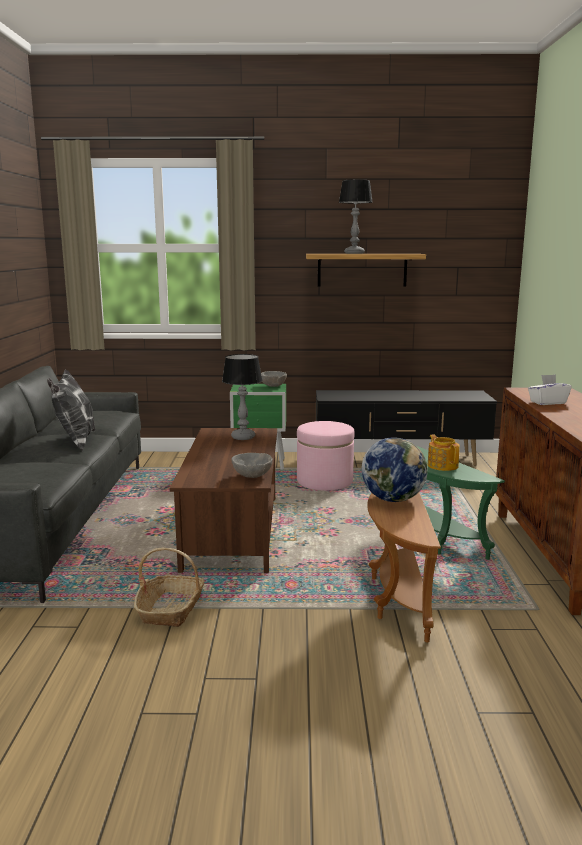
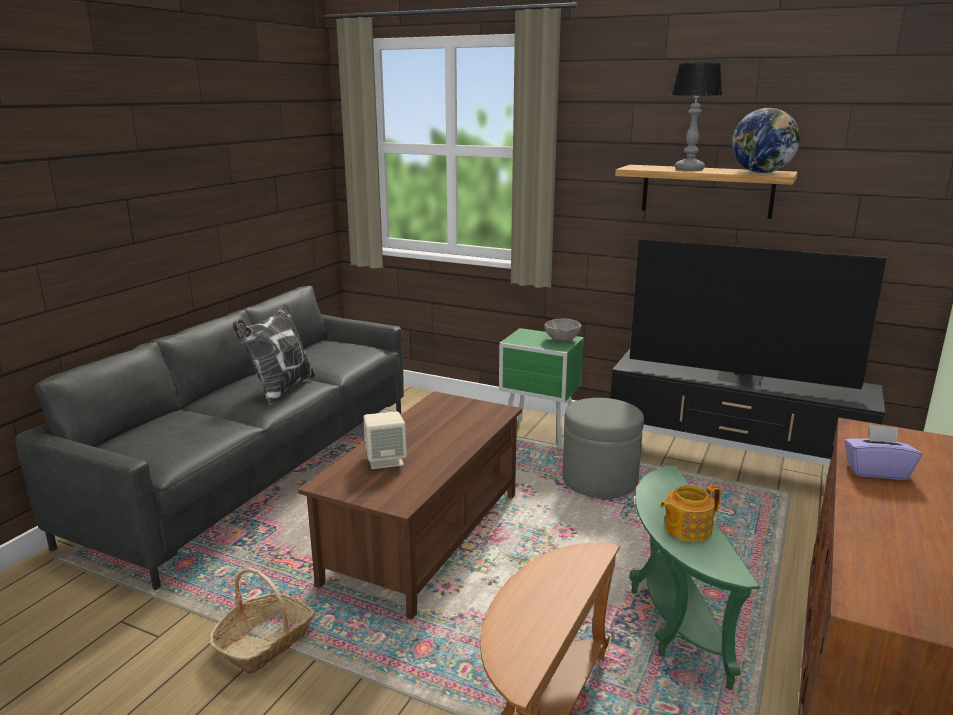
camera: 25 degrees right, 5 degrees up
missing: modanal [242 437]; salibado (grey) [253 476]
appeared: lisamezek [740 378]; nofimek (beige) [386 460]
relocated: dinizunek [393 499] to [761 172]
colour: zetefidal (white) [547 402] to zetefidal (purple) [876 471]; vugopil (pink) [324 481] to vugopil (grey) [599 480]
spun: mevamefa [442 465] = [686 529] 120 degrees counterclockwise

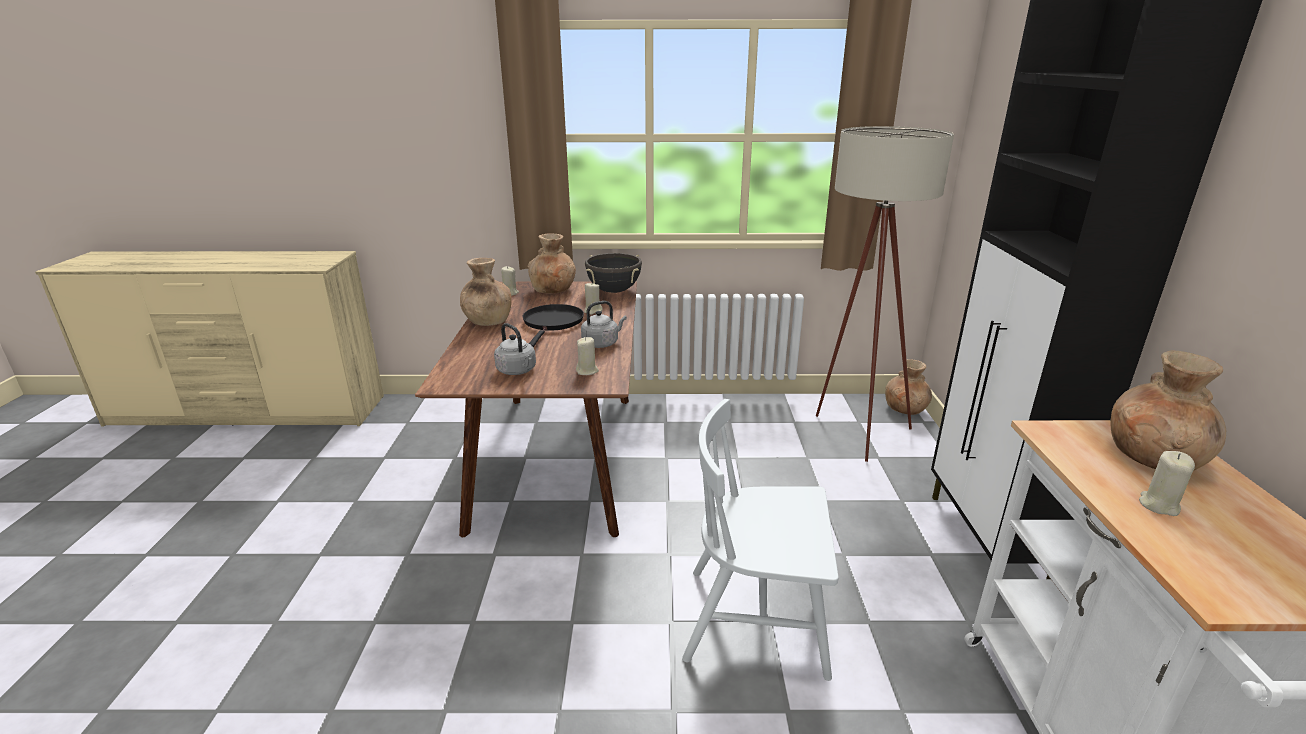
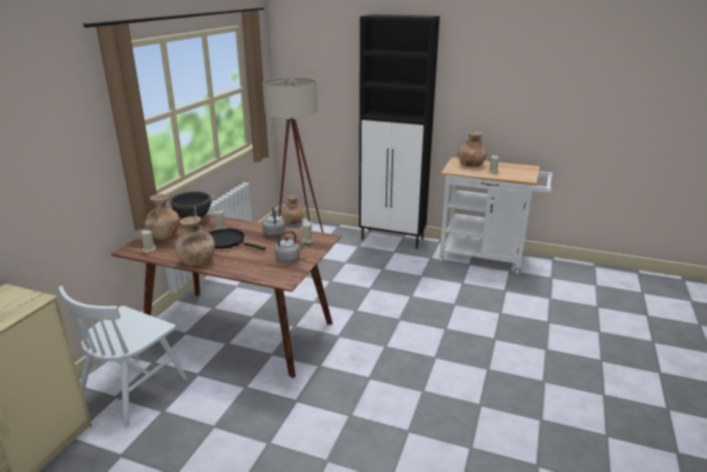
camera: 70 degrees left, 0 degrees up
relocated: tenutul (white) [757 620] to [133 389]

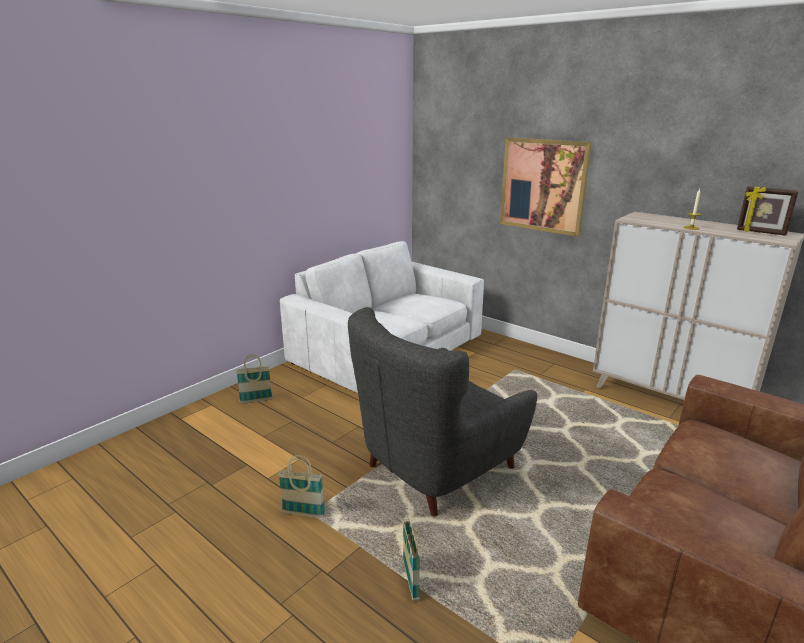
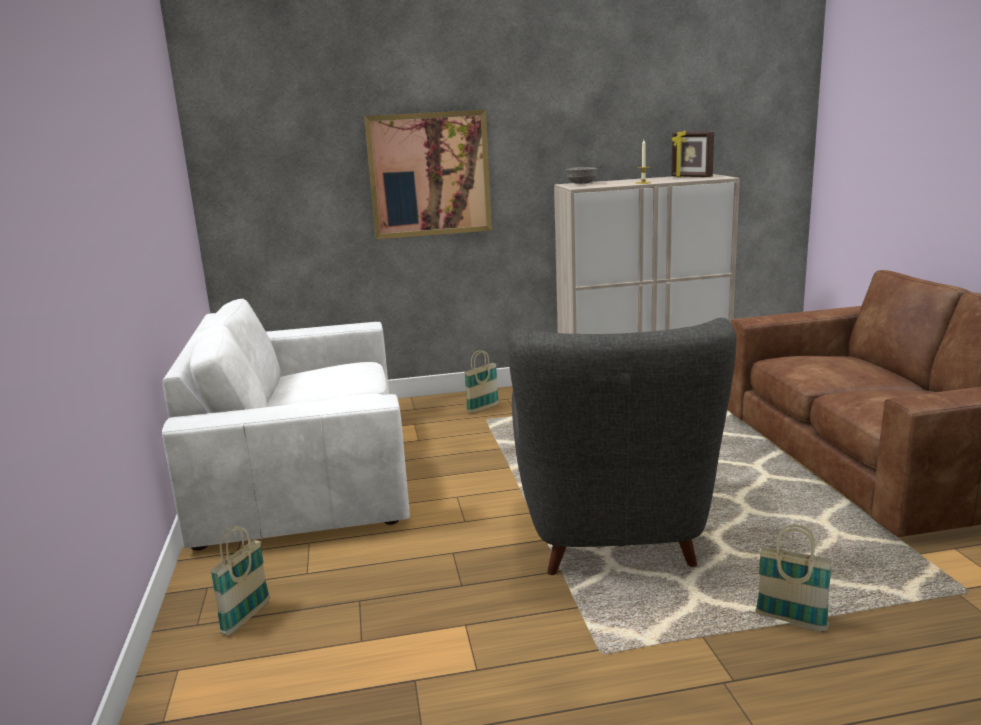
camera: 50 degrees left, 5 degrees down
appeared: salibado (grey) [581 183]
relocated: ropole [303 514] to [483 408]
spun: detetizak [761 232] = [691 177] 60 degrees clockwise

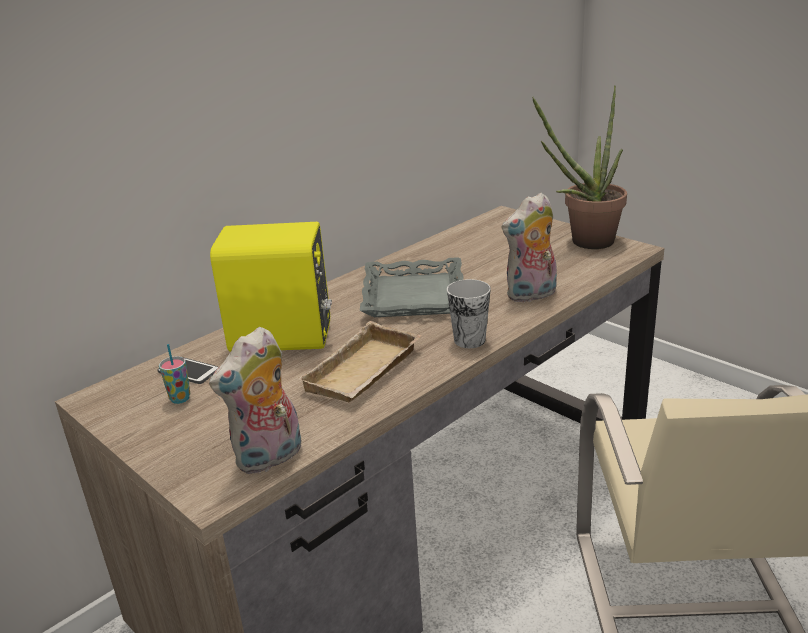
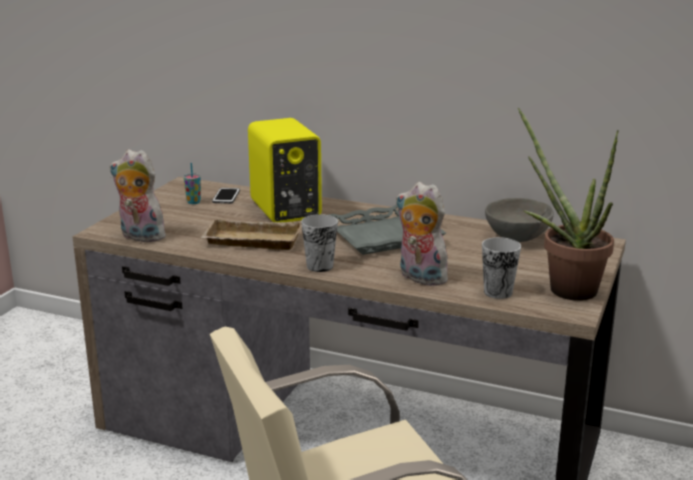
camera: 65 degrees right, 5 degrees down
appeared: salibado (grey) [518 237]; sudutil [498 292]

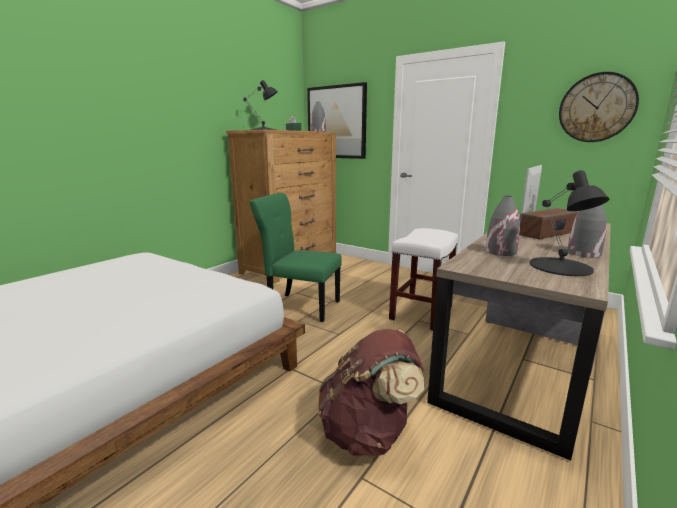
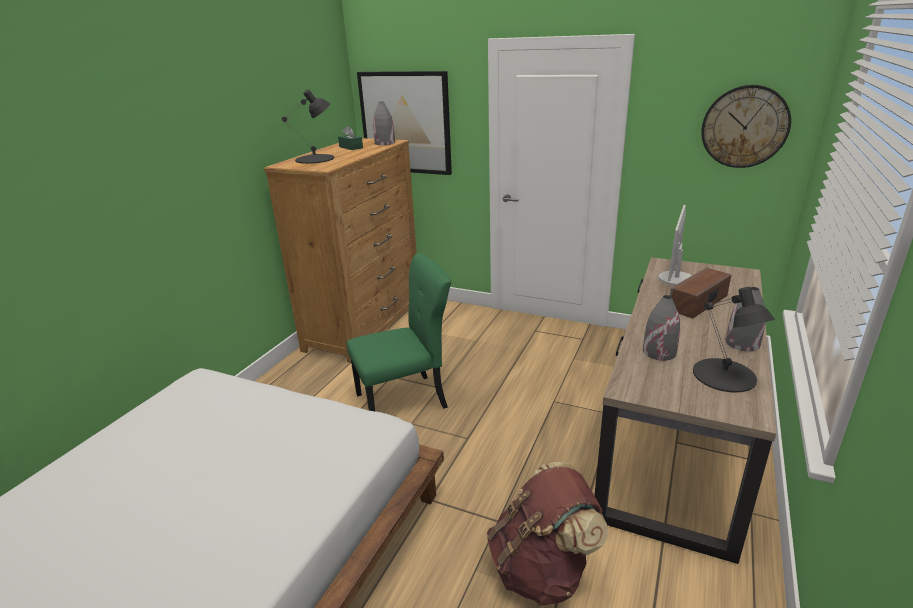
camera: 10 degrees left, 10 degrees up
missing: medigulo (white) [421 312]
spun: tenutul (green) [300 306] = [405 400] 150 degrees clockwise

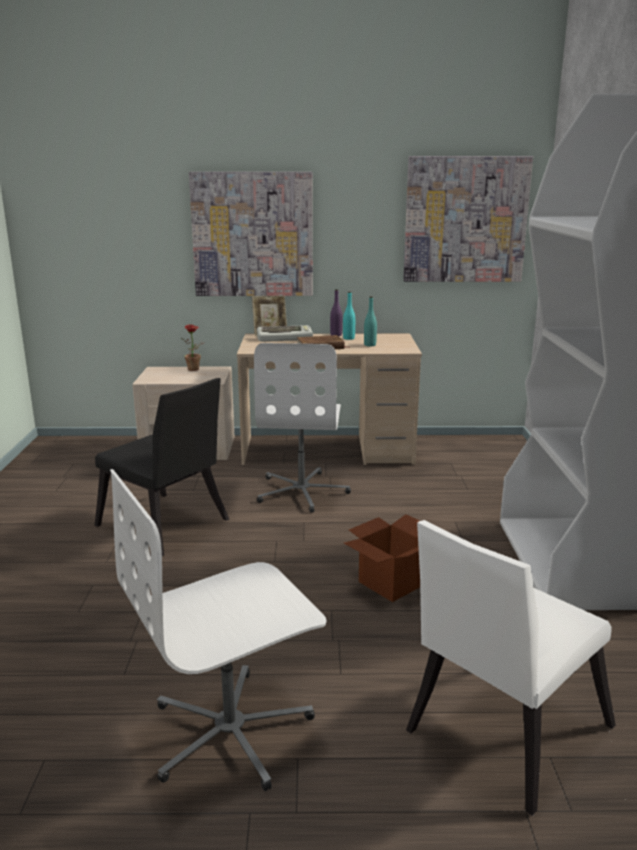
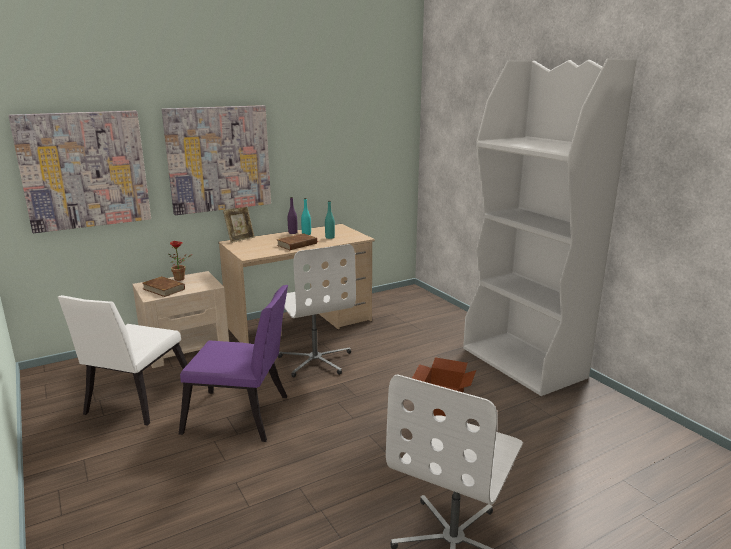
camera: 30 degrees left, 0 degrees up
missing: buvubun [285 338]
appeared: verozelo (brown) [163 289]
relocated: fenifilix [465 220] to [84 170]; tenutul (white) [500 733] to [136 401]
colour: tenutul (black) [166 527] to tenutul (purple) [242 417]

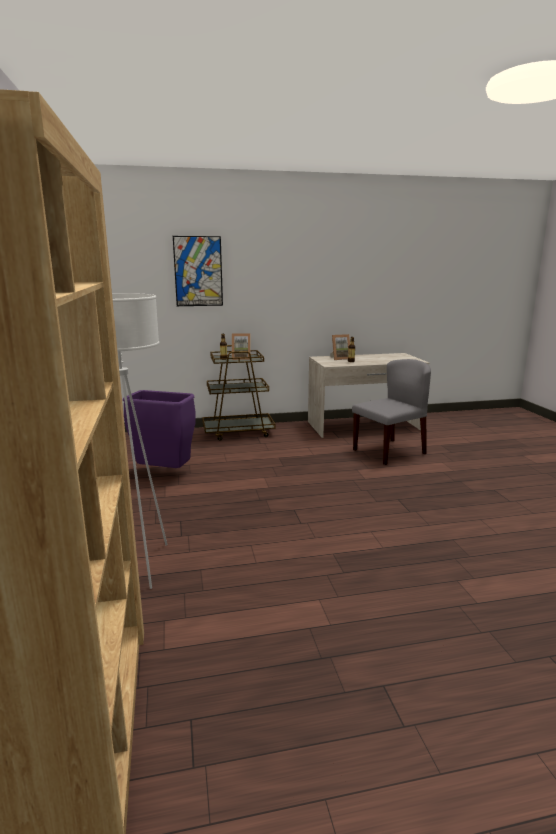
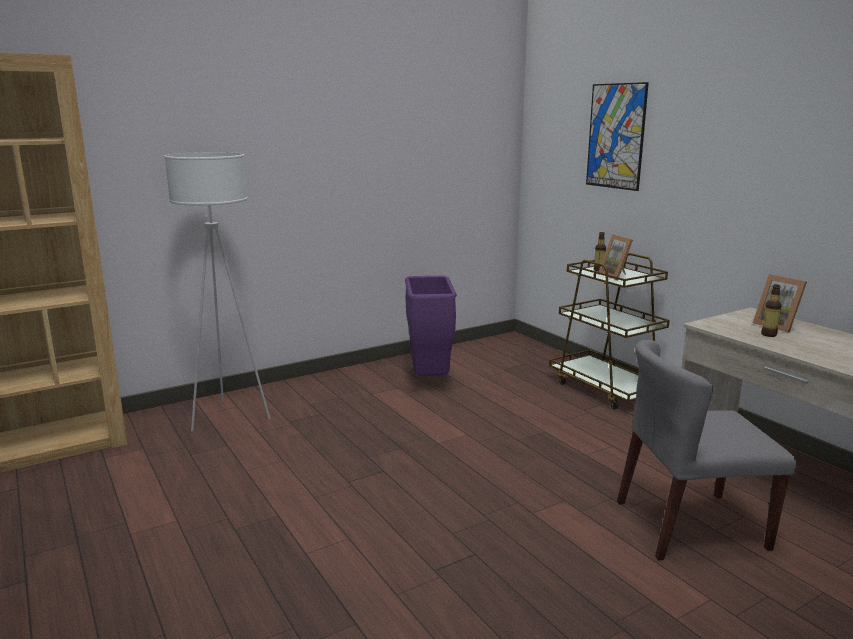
camera: 70 degrees right, 0 degrees up
spun: tenutul (grey) [389 451] = [689 525] 135 degrees clockwise

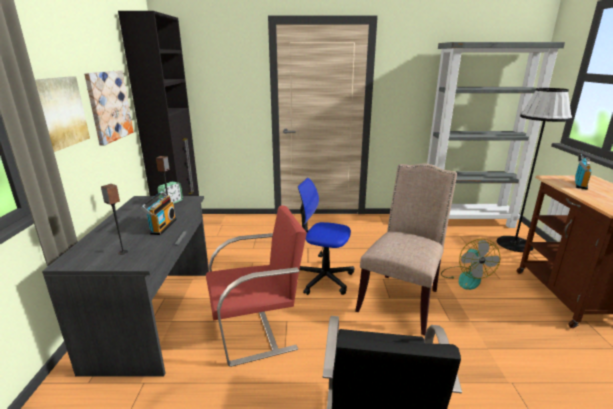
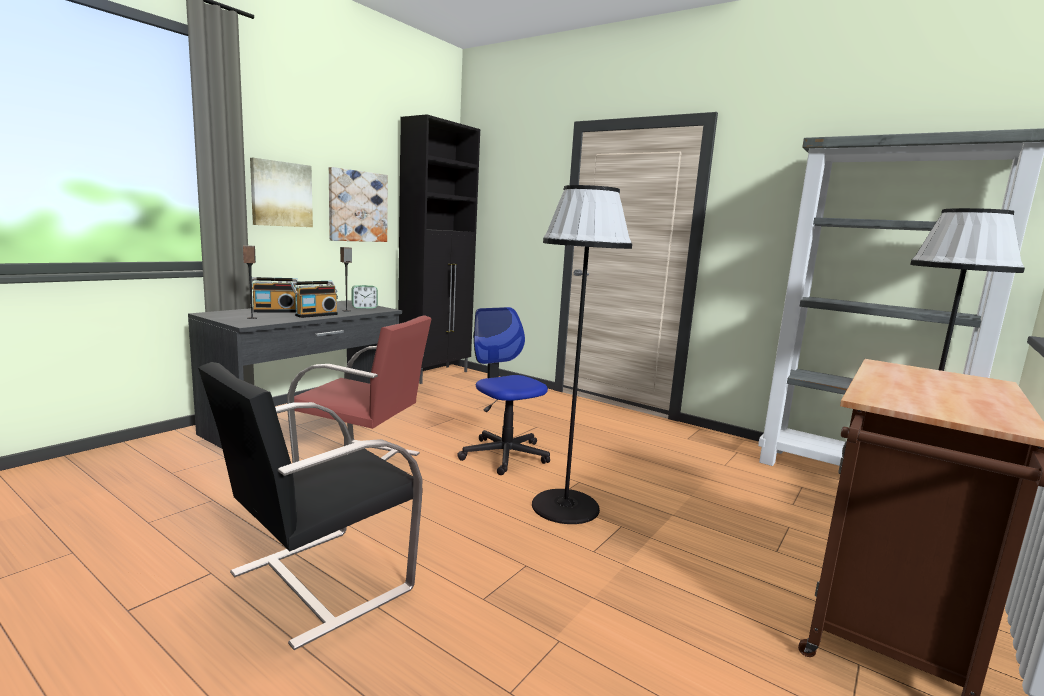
camera: 35 degrees right, 10 degrees down
missing: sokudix [465 277]
relocated: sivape [579 184] to [275 311]
exchanged: tenutul (beige) [401 299] to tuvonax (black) [566 506]

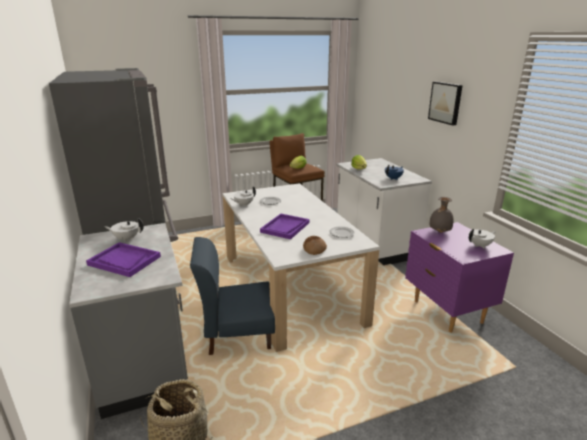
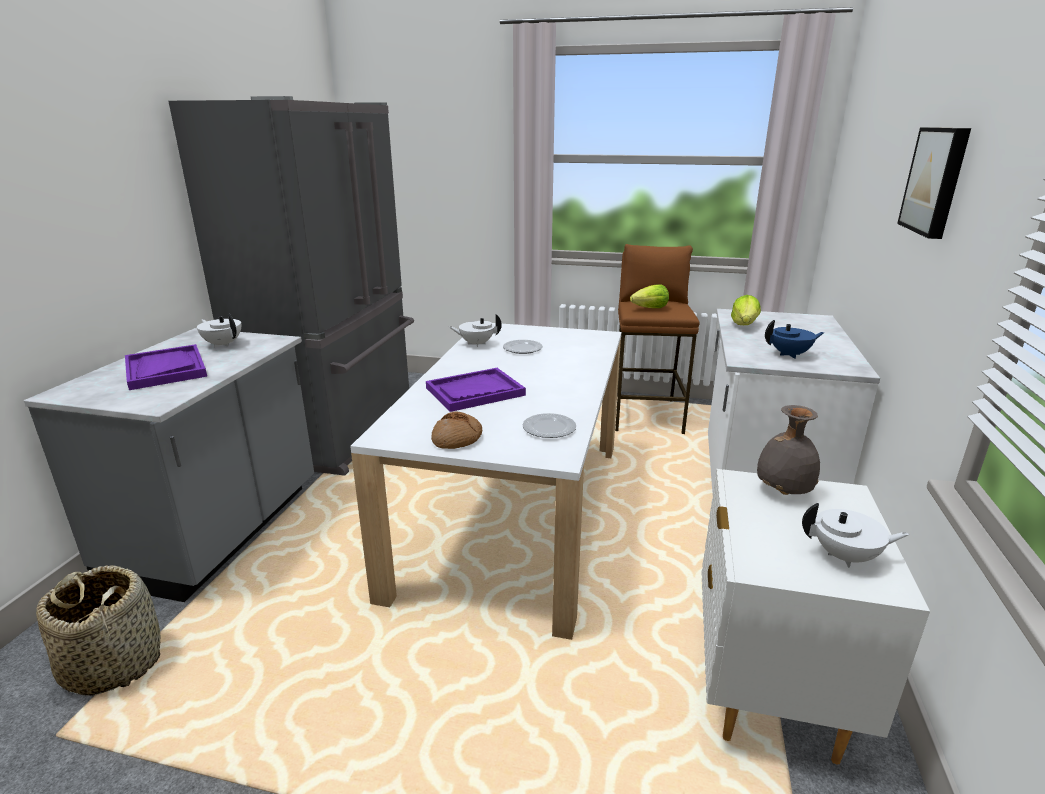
camera: 35 degrees right, 0 degrees up
missing: tenutul (blue) [238 334]
colour: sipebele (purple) [447 312] to sipebele (white) [768 691]

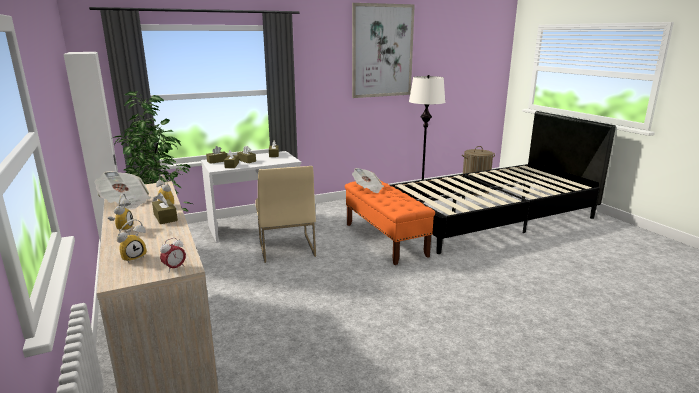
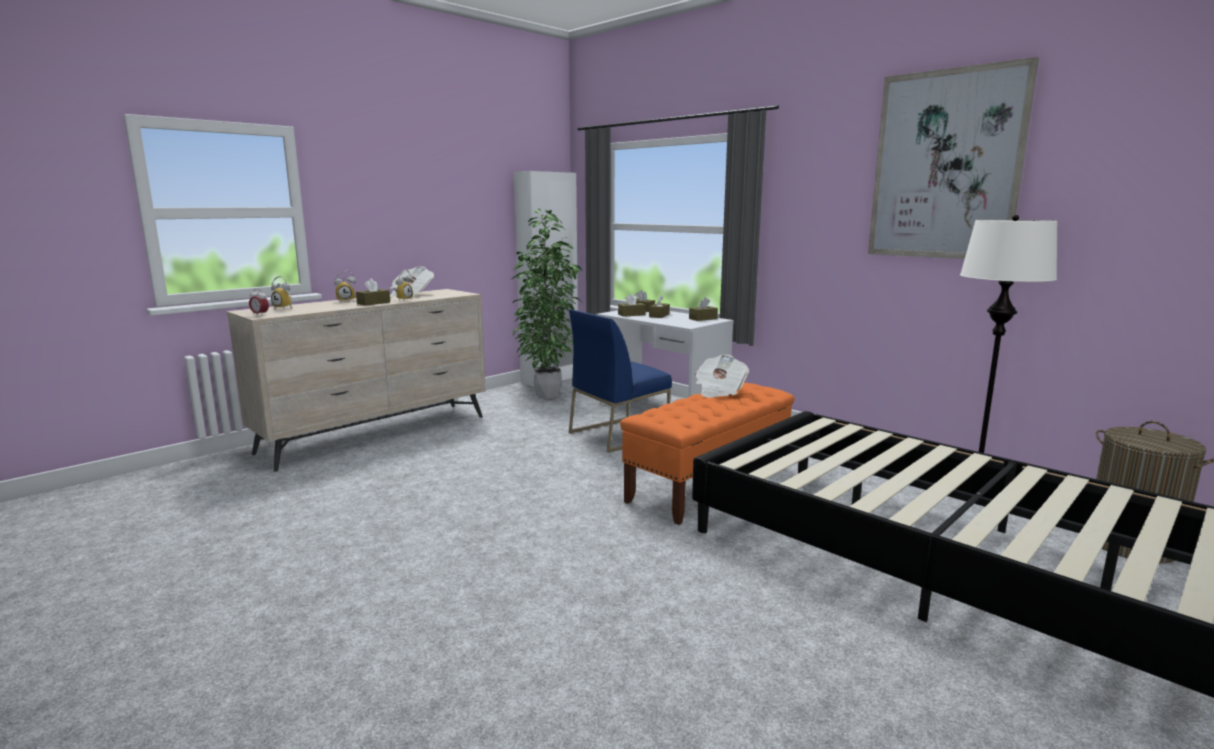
camera: 70 degrees right, 5 degrees down
colour: tenutul (beige) [286 247] to tenutul (blue) [618 434]

